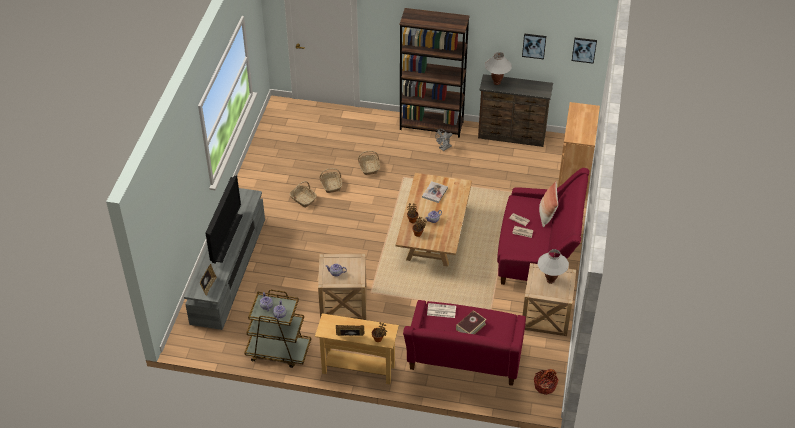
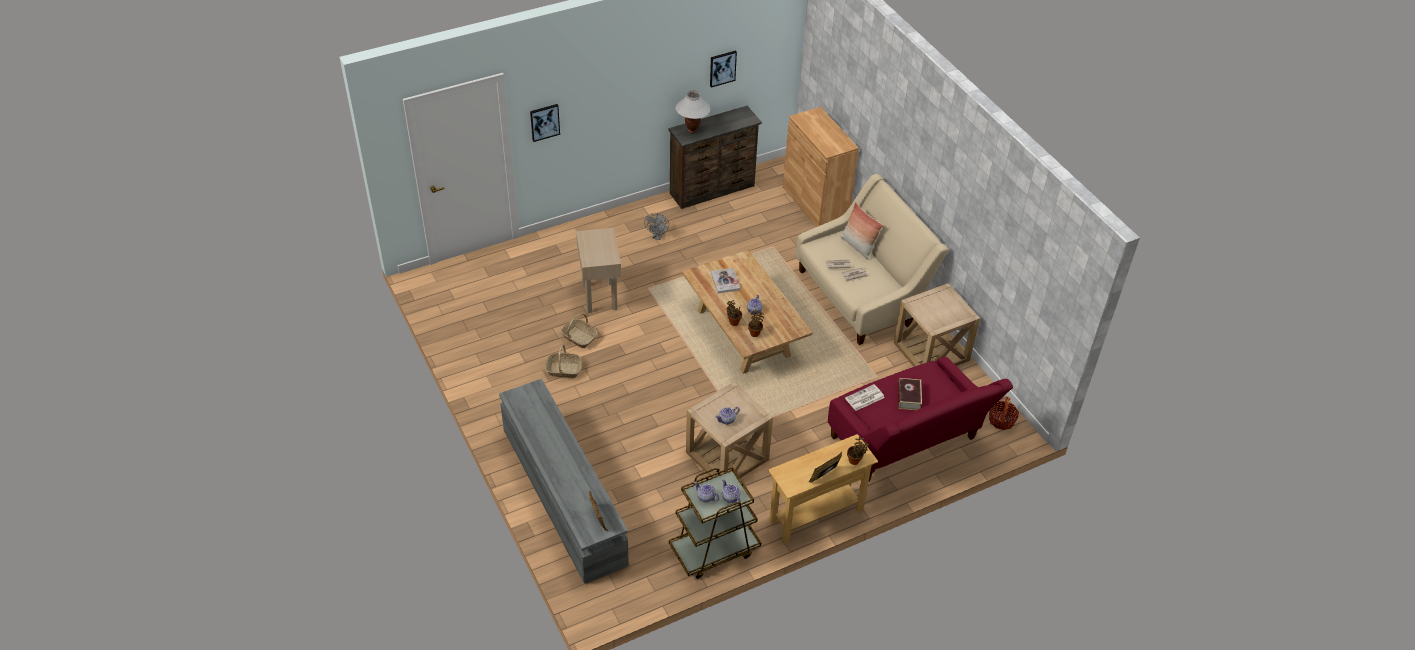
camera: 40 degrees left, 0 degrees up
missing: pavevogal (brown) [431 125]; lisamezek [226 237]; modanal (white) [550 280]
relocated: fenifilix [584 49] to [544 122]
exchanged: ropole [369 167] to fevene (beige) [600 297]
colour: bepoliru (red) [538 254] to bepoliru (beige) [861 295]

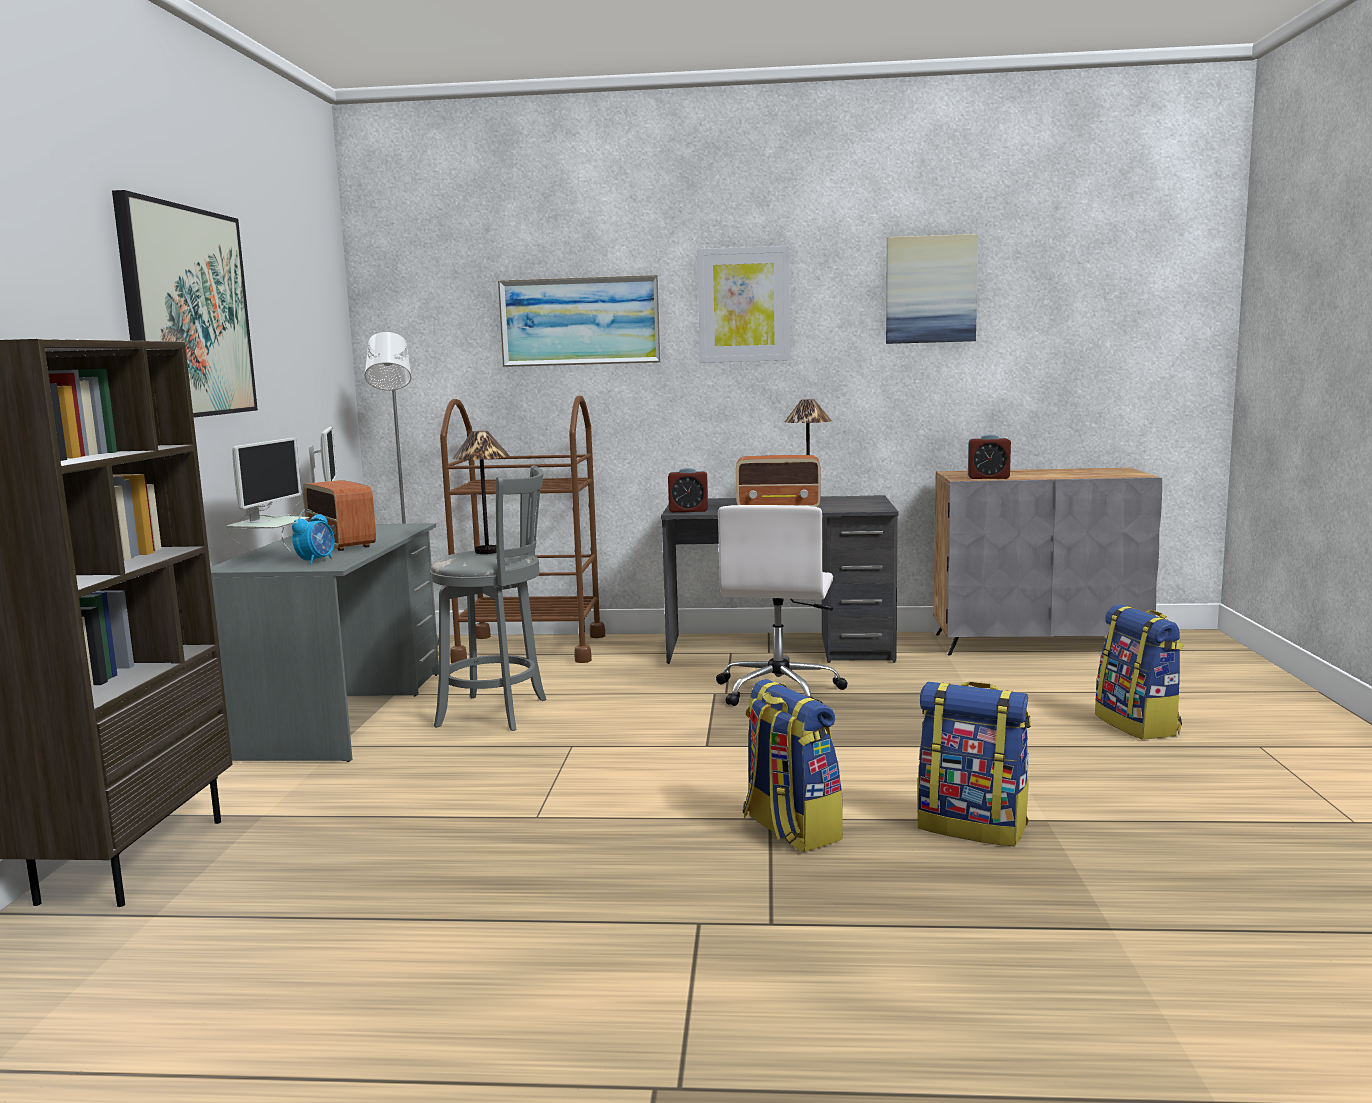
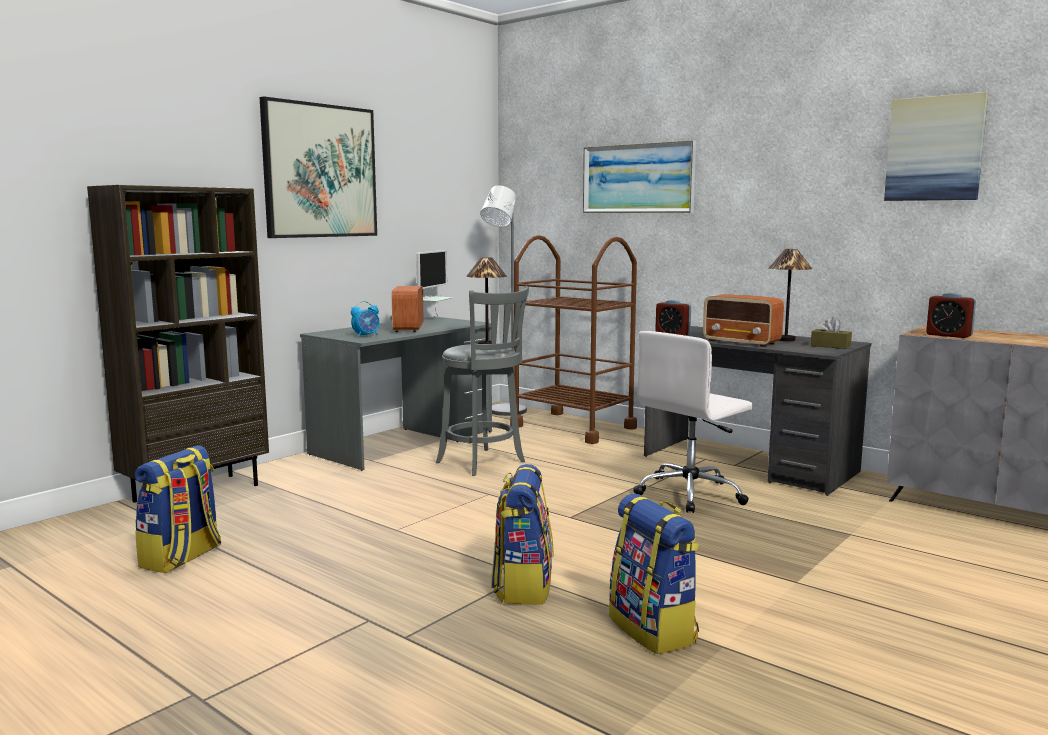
camera: 35 degrees right, 0 degrees up
missing: fenifilix [743 305]; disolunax [271 557]
appeared: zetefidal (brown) [830 346]
relocated: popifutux [1138 725] to [182 558]

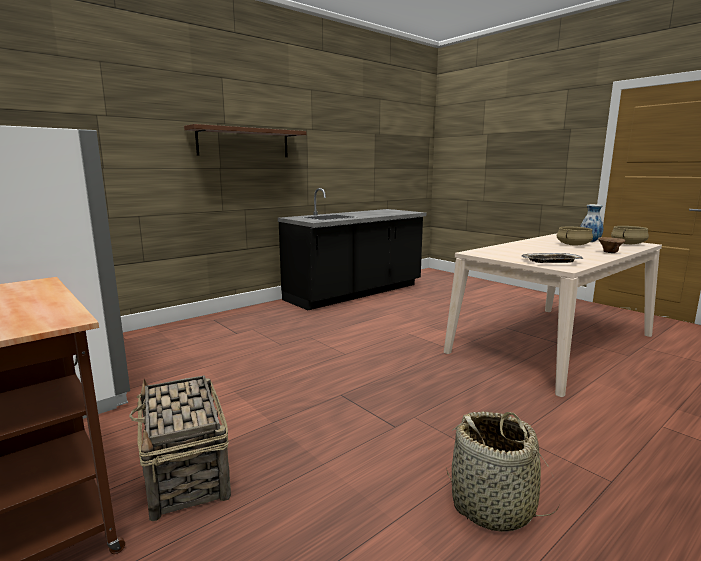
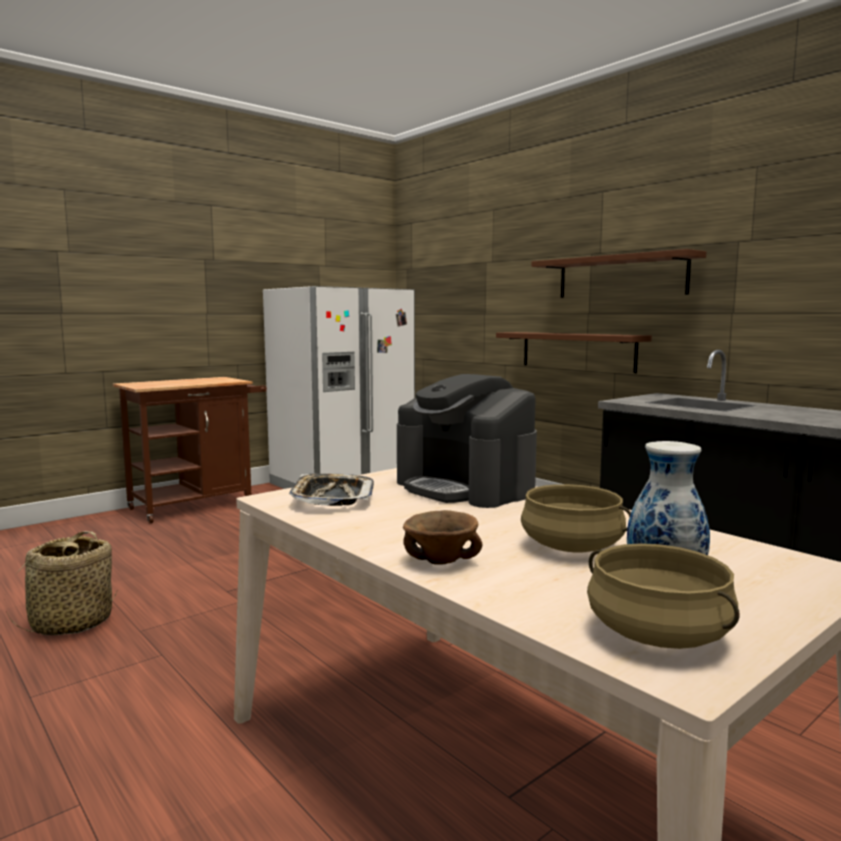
camera: 90 degrees right, 5 degrees down
missing: ropole [186 474]
appeared: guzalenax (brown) [577 351]; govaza [466 487]

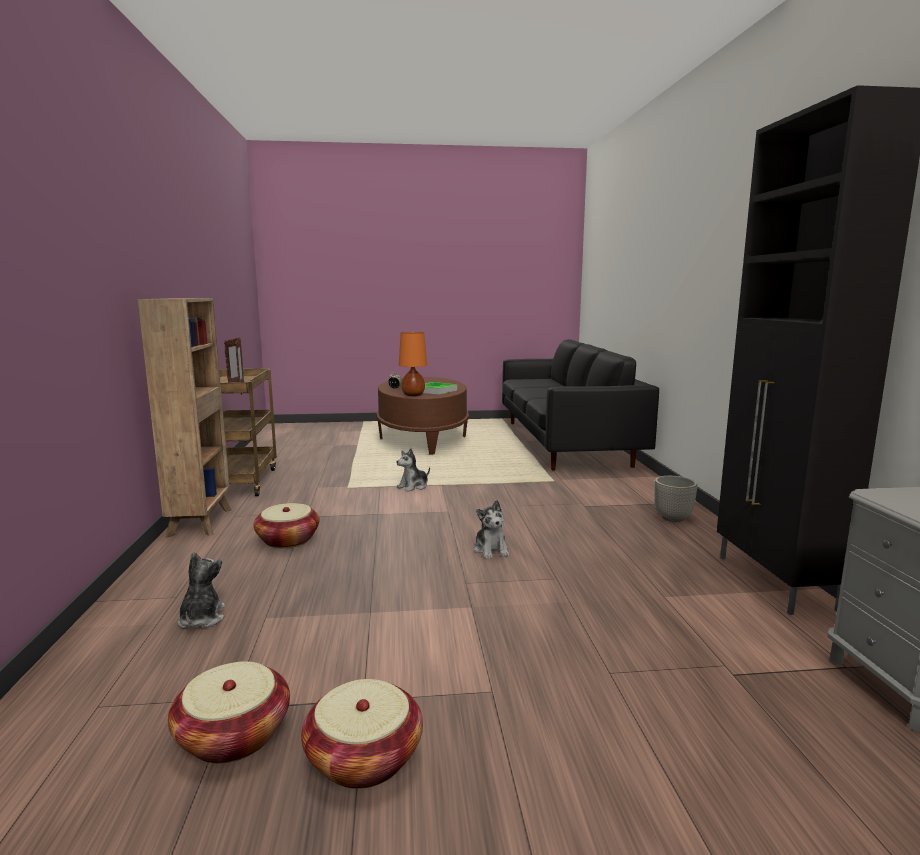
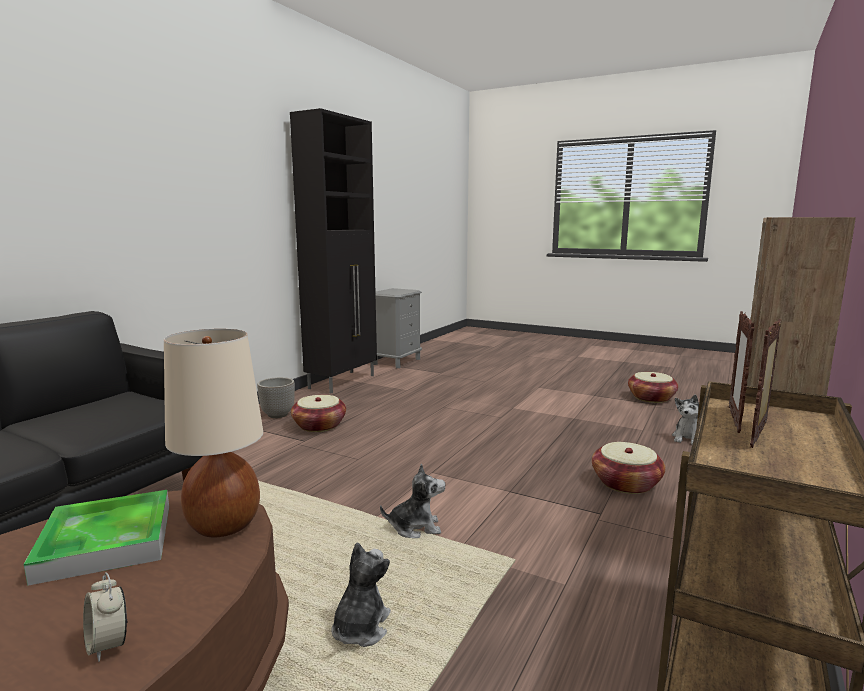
camera: 145 degrees left, 0 degrees up
relocated: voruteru [491 550] to [360 628]; ropole [364 758] to [319 426]
colour: modanal (orange) [413 395] to modanal (beige) [225 525]

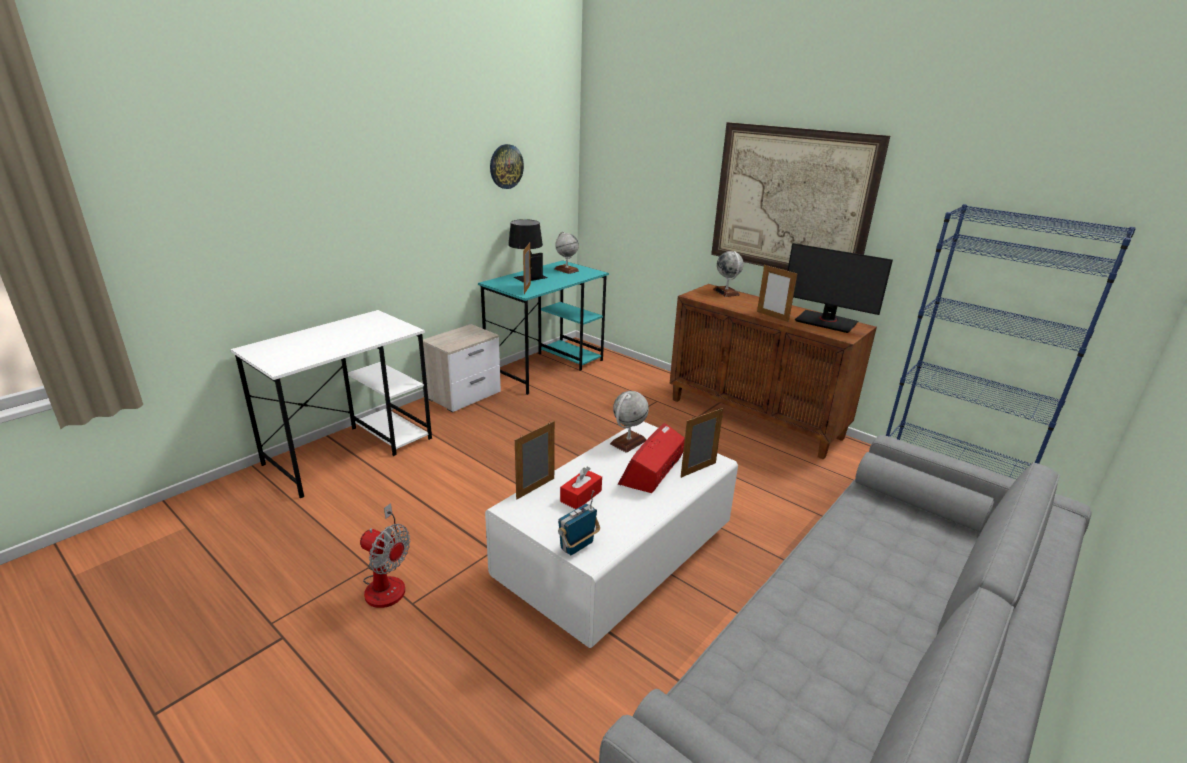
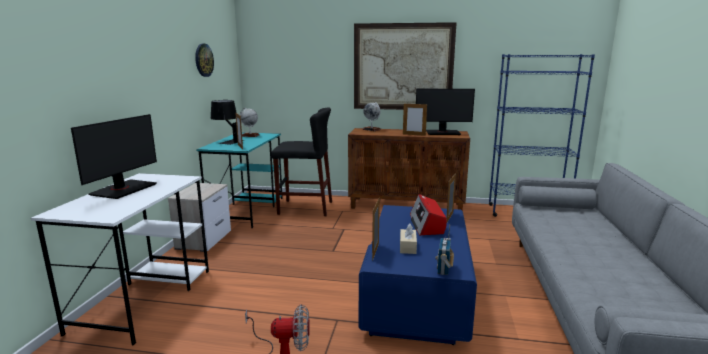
camera: 30 degrees left, 10 degrees down
missing: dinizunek [628 442]
appeared: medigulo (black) [305 208]; disolunax [123 189]
colour: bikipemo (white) [615 558] to bikipemo (blue) [417 294]; zetefidal (red) [581 496] to zetefidal (beige) [407 247]

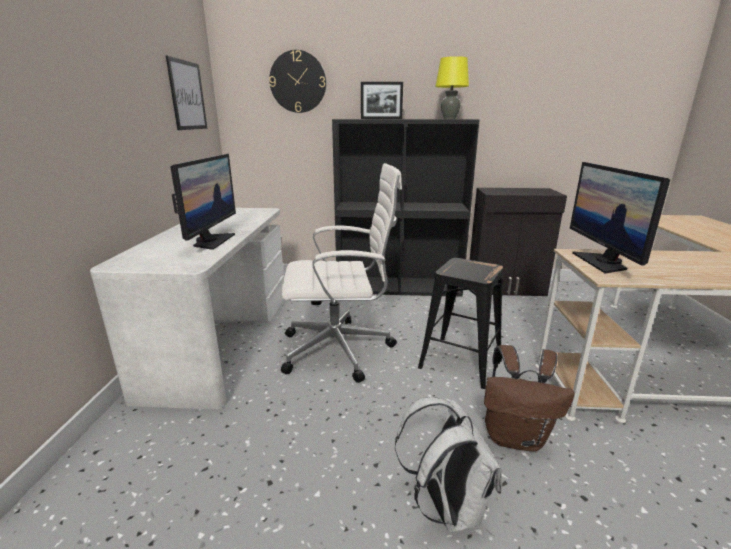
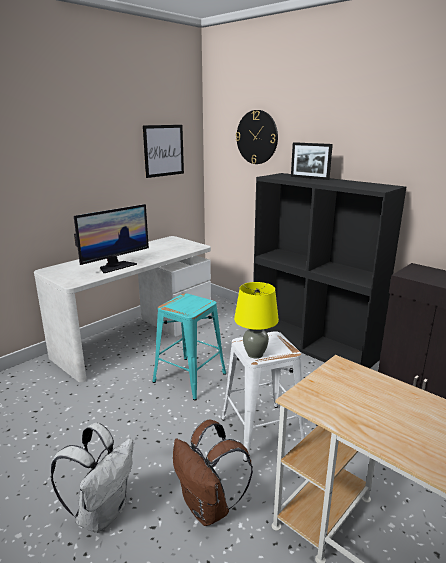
camera: 40 degrees right, 0 degrees up
missing: disolunax [602 262]
relocated: modanal (yellow) [449 119] to [255 354]
exchanged: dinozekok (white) [340 349] to medigulo (turquoise) [190 378]
colour: medigulo (black) [459 360] to medigulo (white) [261 430]

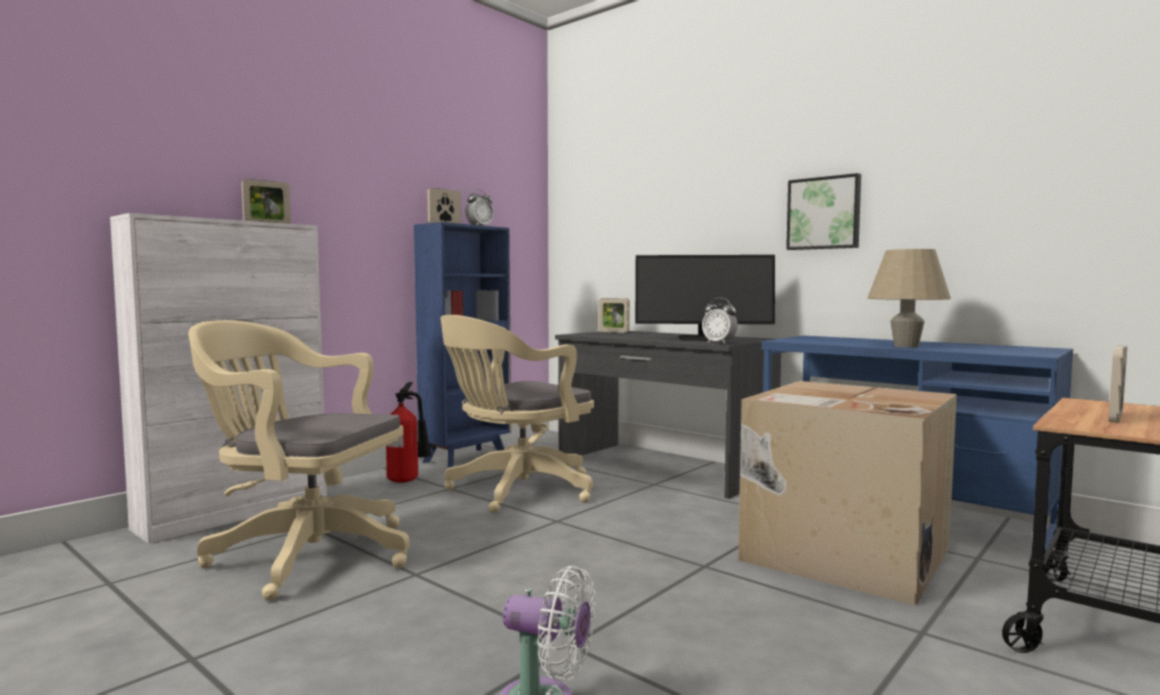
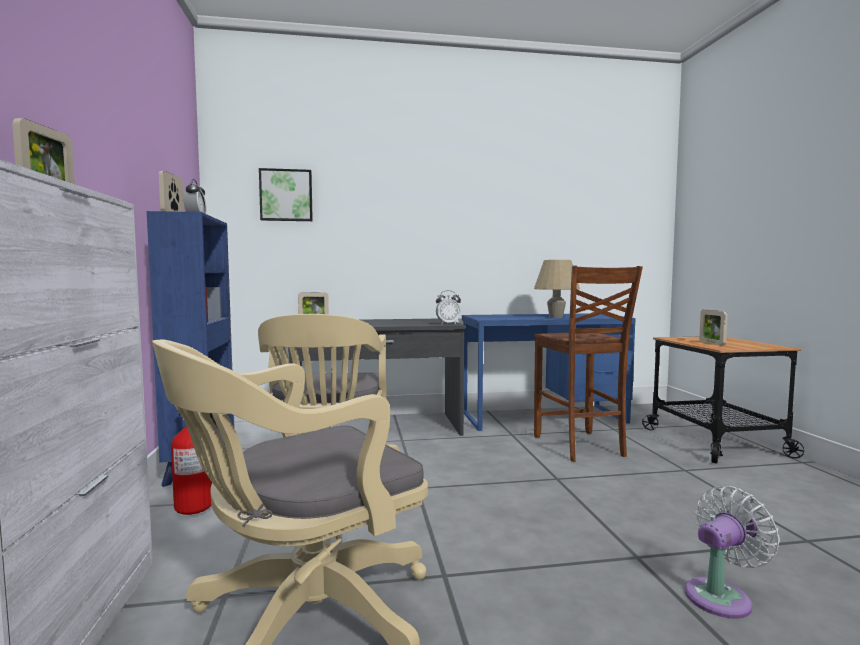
camera: 50 degrees left, 0 degrees up
missing: disolunax [702 339]
relocated: fenifilix [824 213] to [286 195]
exchanged: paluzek [842 554] to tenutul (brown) [579 446]

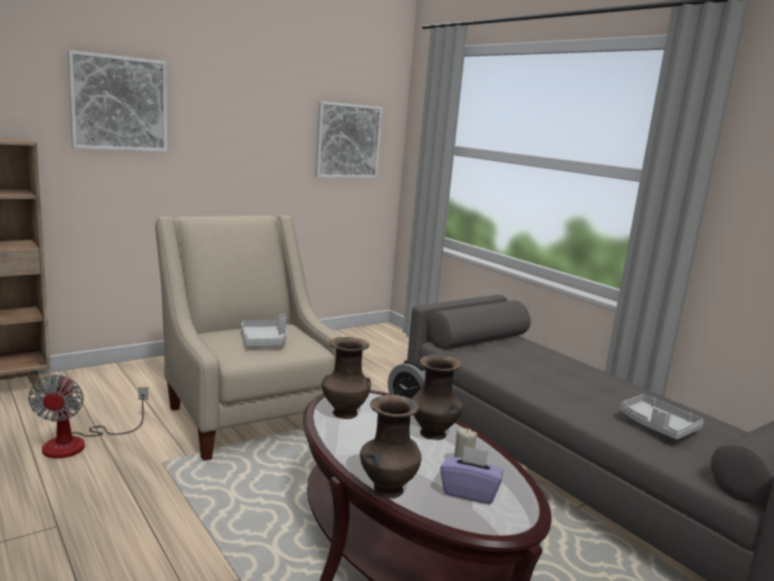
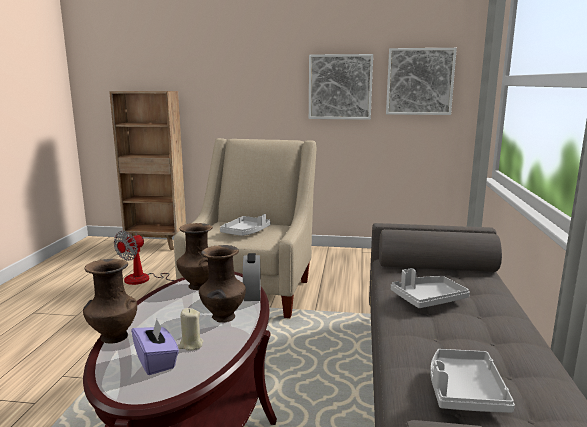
camera: 45 degrees right, 0 degrees up
appeared: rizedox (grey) [428 299]
relocated: fenifilix [119 103] to [340 87]

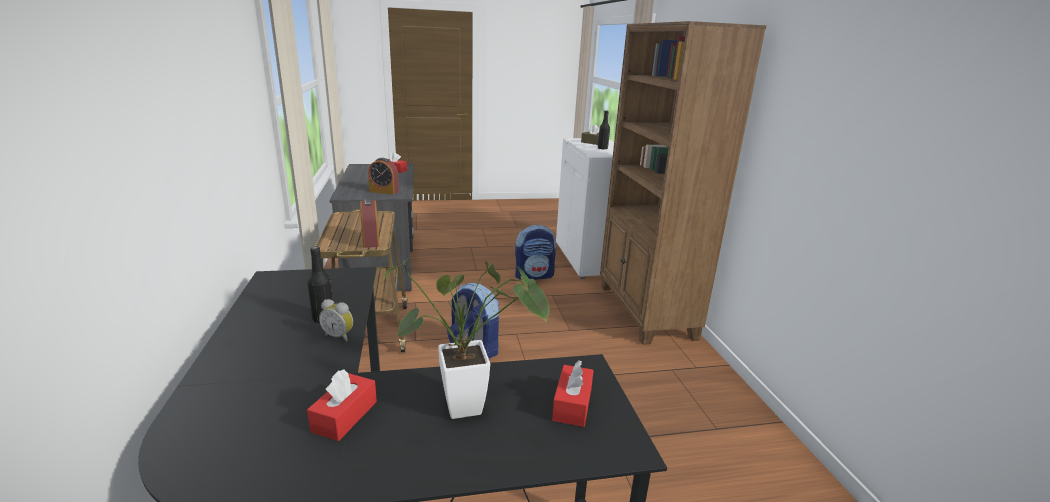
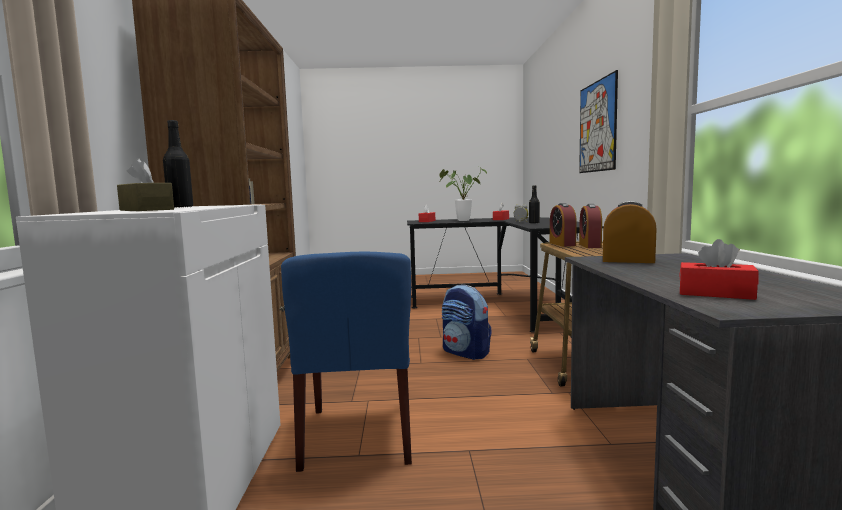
camera: 170 degrees left, 15 degrees down
appeared: fenifilix [597 126]; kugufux [590 246]
exchanged: popifutux [534 276] to tenutul (blue) [358 435]

